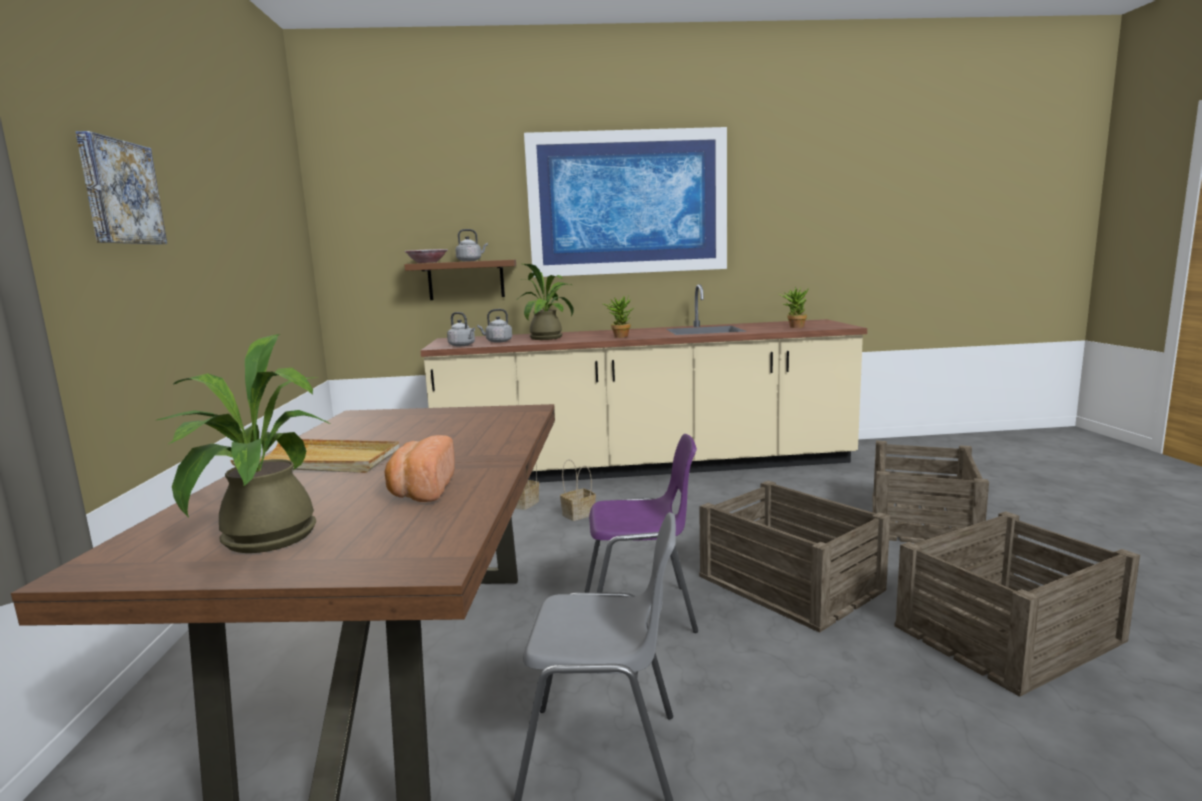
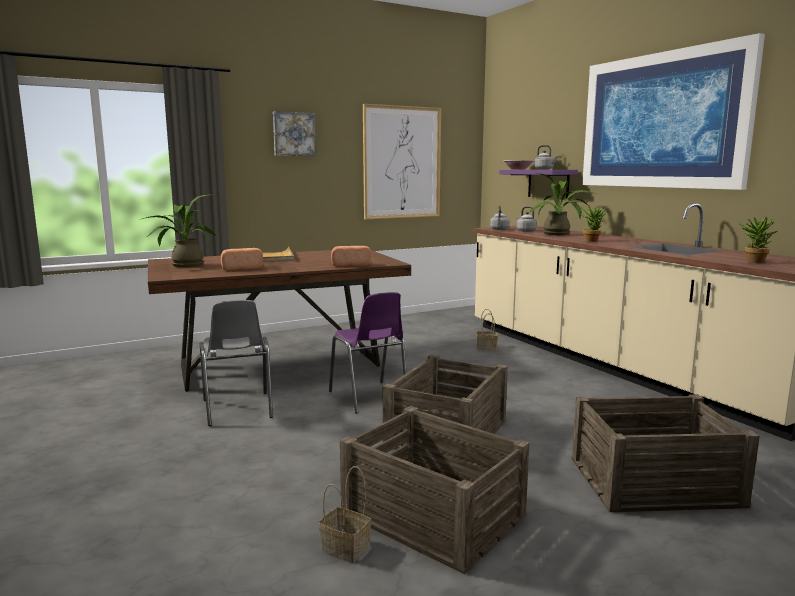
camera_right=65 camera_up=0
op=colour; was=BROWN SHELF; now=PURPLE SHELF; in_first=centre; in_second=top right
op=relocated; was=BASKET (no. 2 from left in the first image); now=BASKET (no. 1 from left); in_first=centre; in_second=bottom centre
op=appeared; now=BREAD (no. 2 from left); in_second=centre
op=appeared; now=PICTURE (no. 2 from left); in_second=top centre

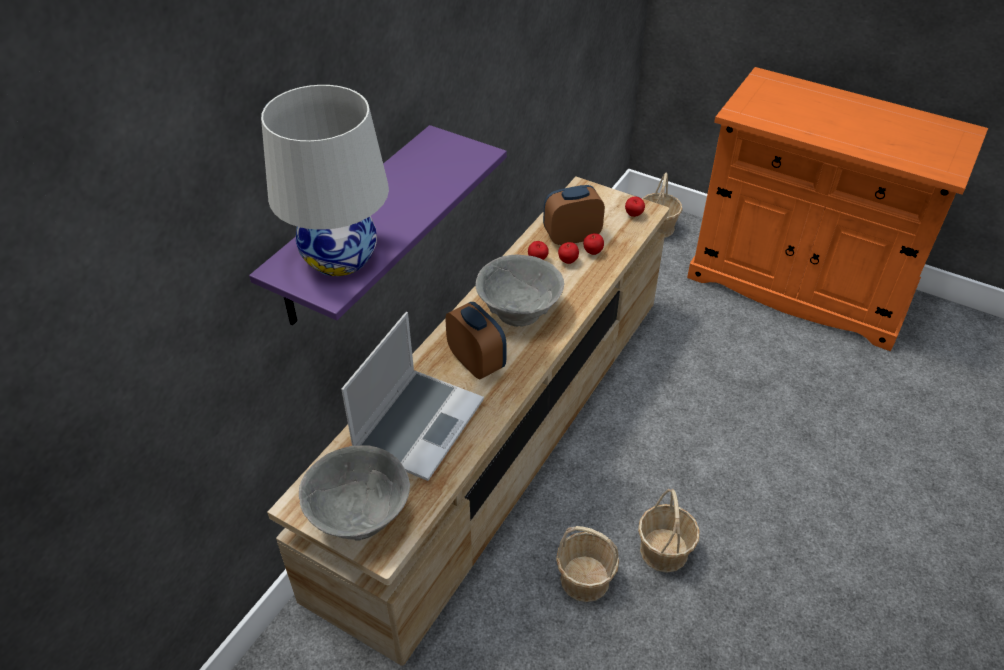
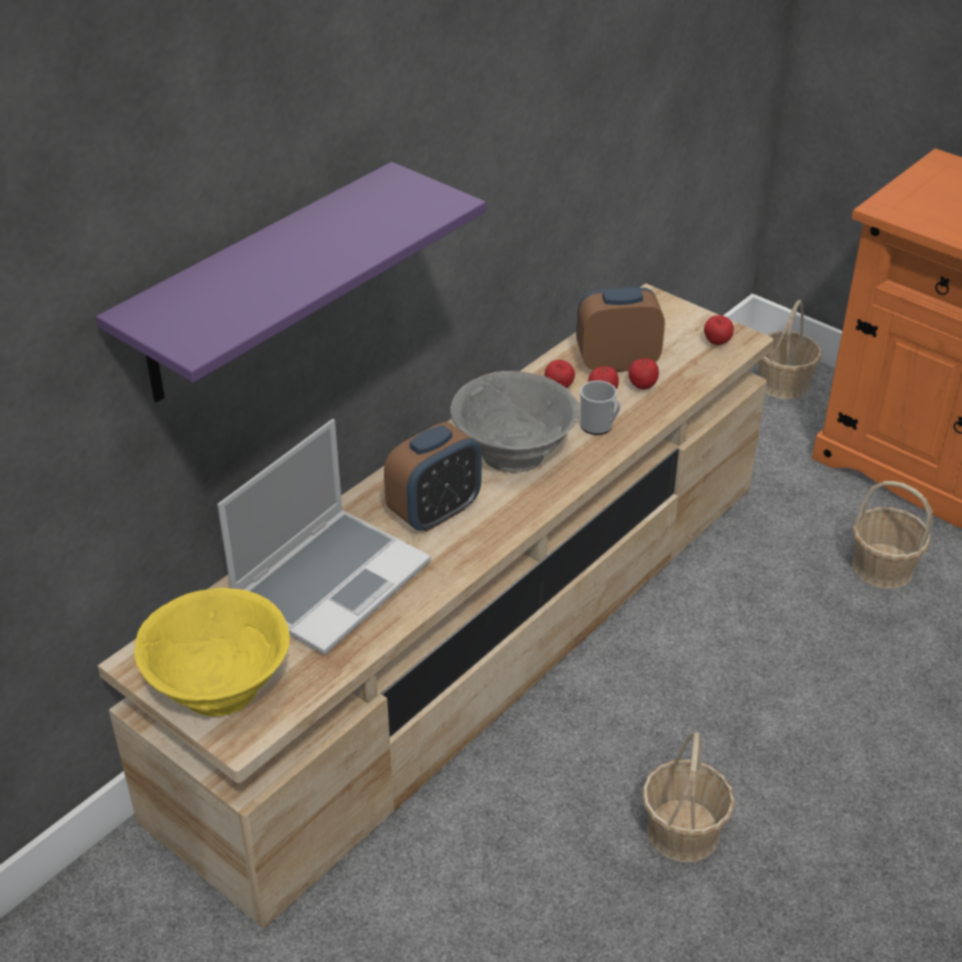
camera_right=10 camera_up=-5
op=missing; was=WHITE TABLE LAMP; in_first=top left
op=colour; was=GREY BOWL (no. 1 from left); now=YELLOW BOWL; in_first=bottom centre; in_second=bottom left
op=spun; was=ALARM CLOCK (no. 1 from left); in_first=centre; in_second=centre; clockwise=75
op=relocated; was=BASKET (no. 1 from left in the first image); now=BASKET (no. 3 from left); in_first=bottom centre; in_second=middle right
op=appeared; now=MUG; in_second=centre

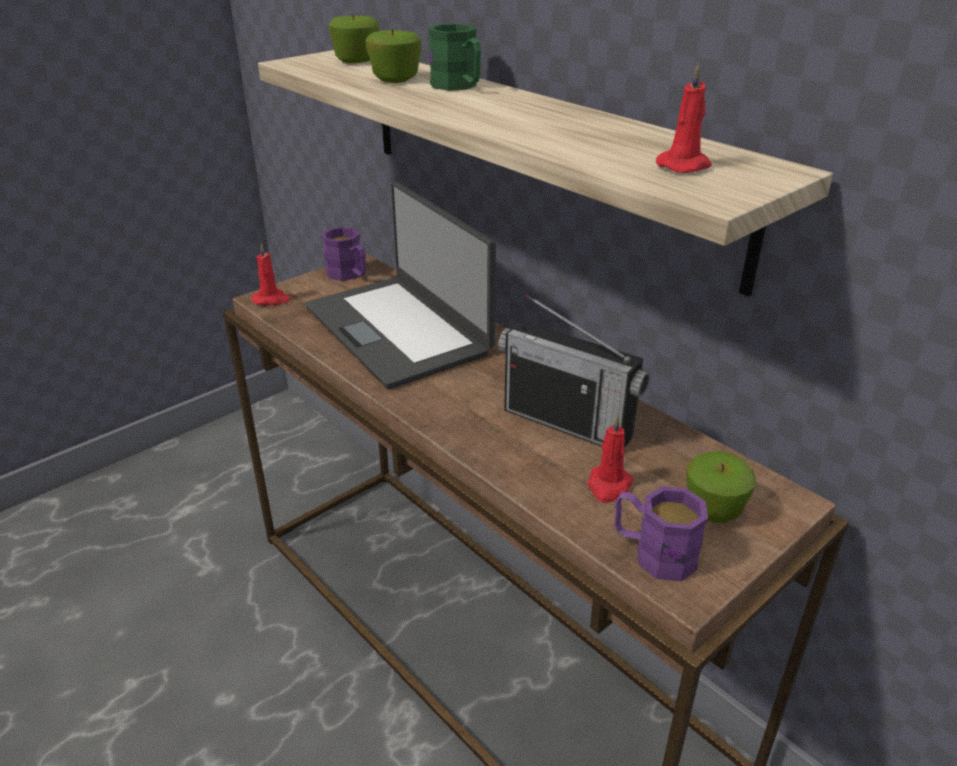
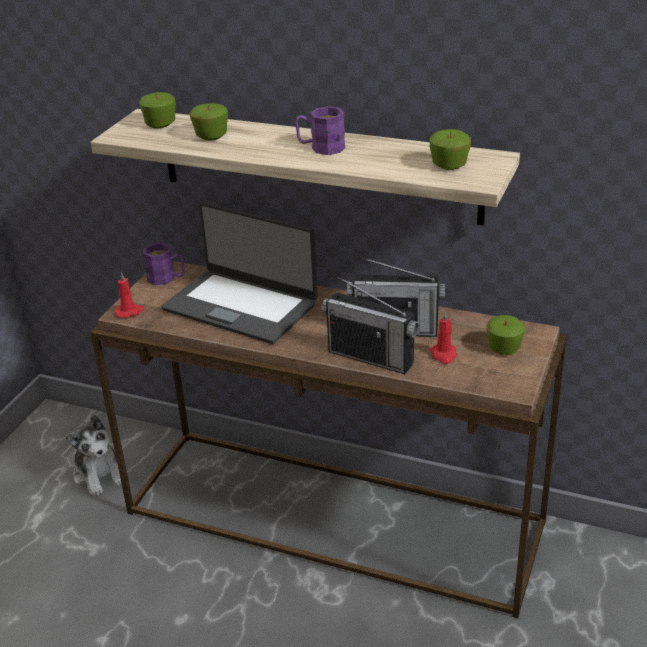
camera_right=-25 camera_up=0
op=missing; was=GREEN MUG; in_first=top centre
op=relocated; was=PURPLE MUG (no. 2 from left); in_first=bottom right; in_second=top centre
op=exchanged; was=RED CANDLE (no. 3 from left); now=APPLE (no. 3 from left); in_first=top right; in_second=top right
op=appeared; now=PLUSH TOY; in_second=bottom left
op=appeared; now=RADIO (no. 1 from left); in_second=centre

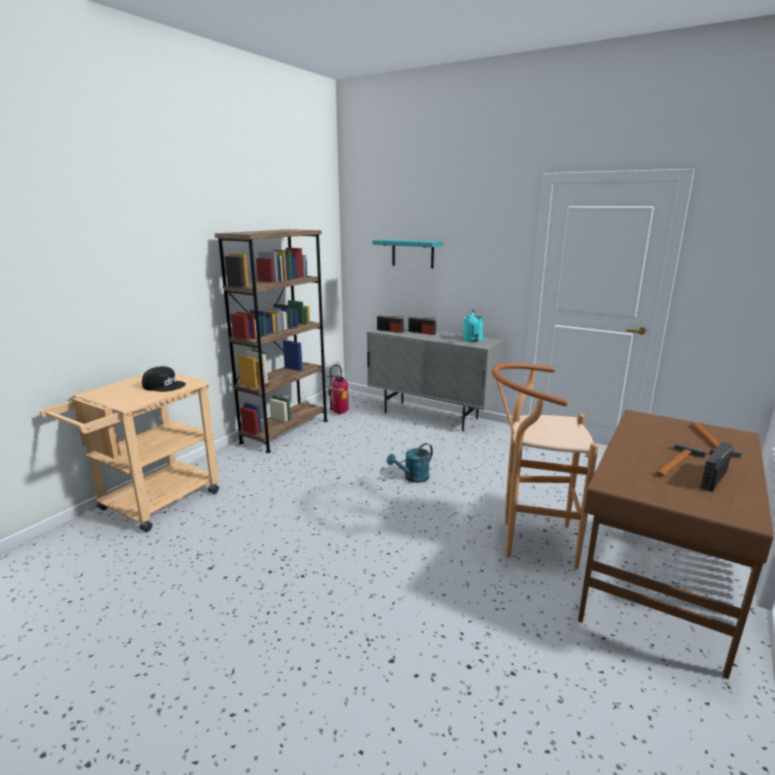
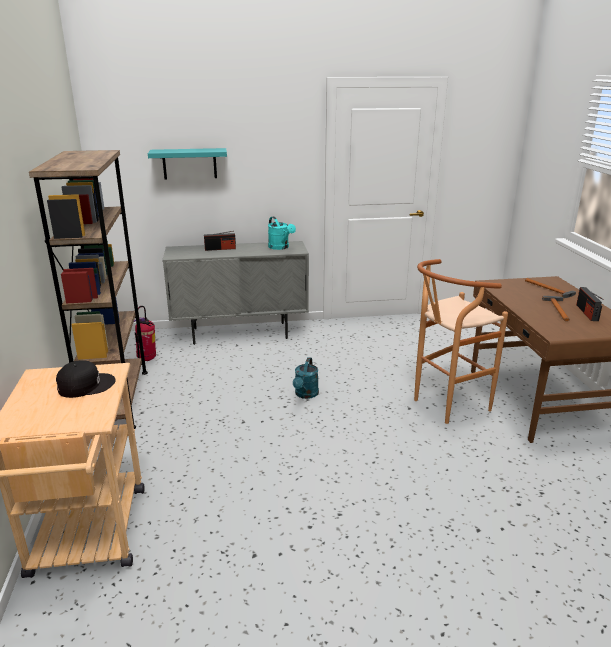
camera_right=-40 camera_up=5
op=missing; was=RADIO (no. 1 from left); in_first=centre

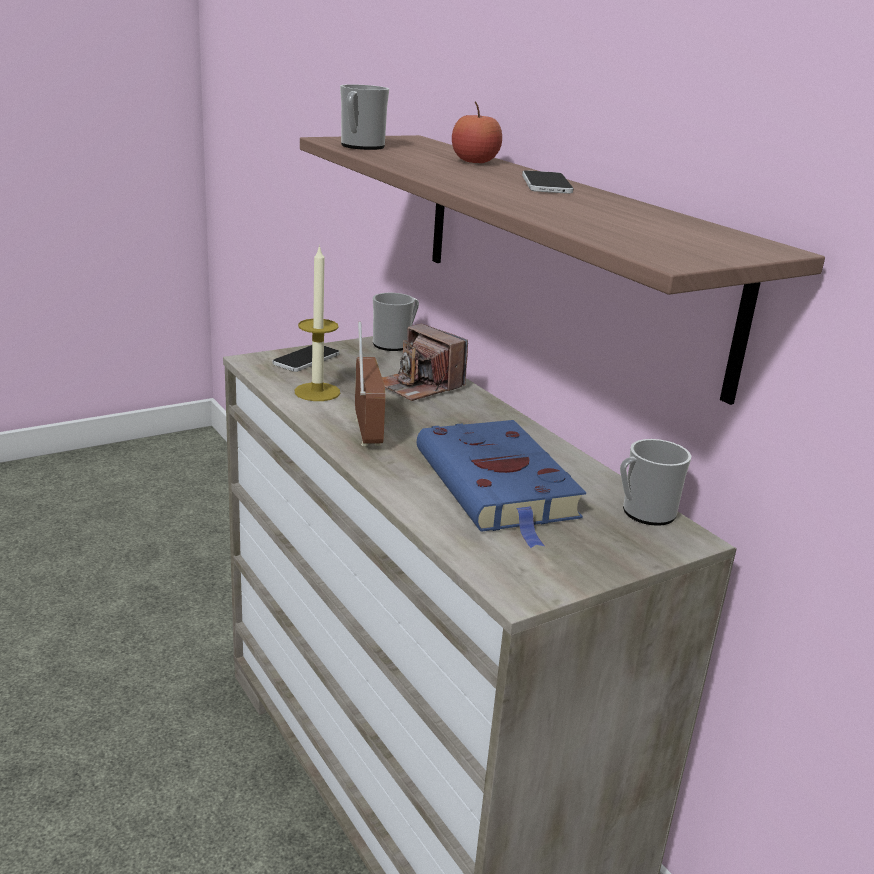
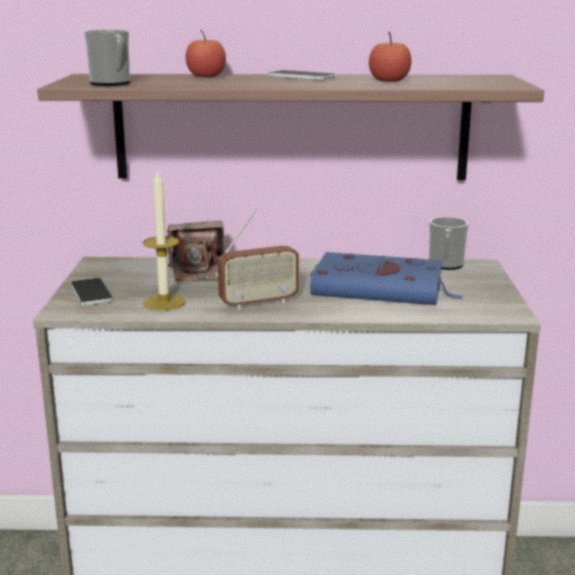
camera_right=-55 camera_up=-5
op=spun; was=RADIO; in_first=centre; in_second=centre; clockwise=135
op=missing; was=MUG (no. 2 from left); in_first=centre
op=appeared; now=APPLE (no. 2 from left); in_second=top right

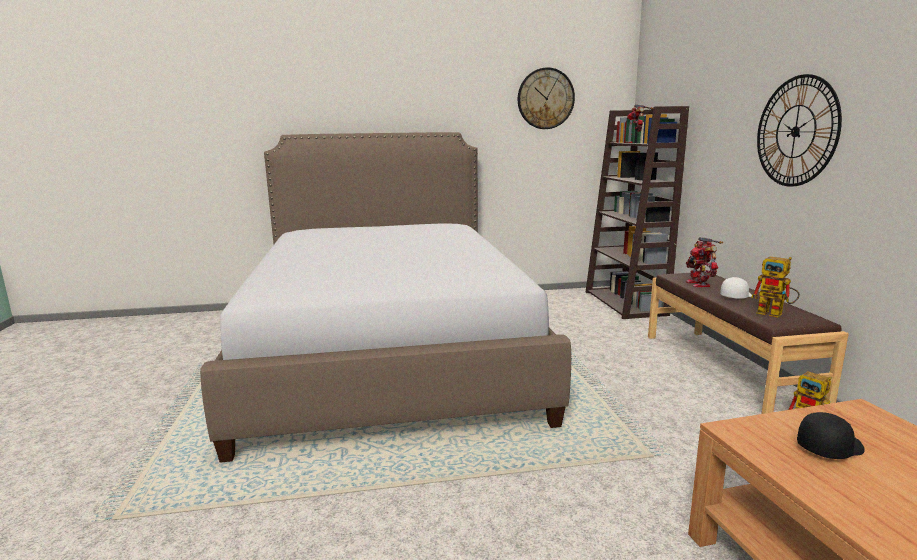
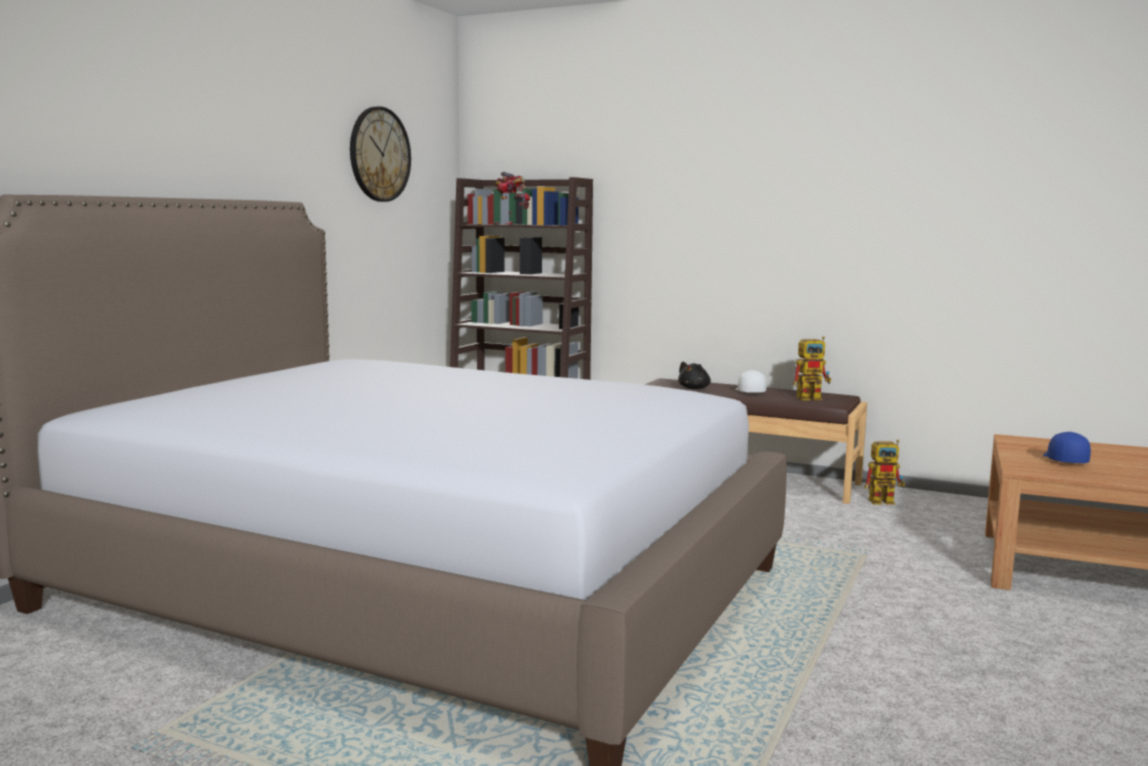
camera_right=-55 camera_up=-5
op=exchanged; was=TOY ROBOT (no. 2 from left); now=BLACK PLUSH TOY; in_first=middle right; in_second=centre
op=missing; was=WALL CLOCK (no. 2 from left); in_first=top right
op=colour; was=BLACK CAP; now=BLUE CAP; in_first=bottom right; in_second=middle right

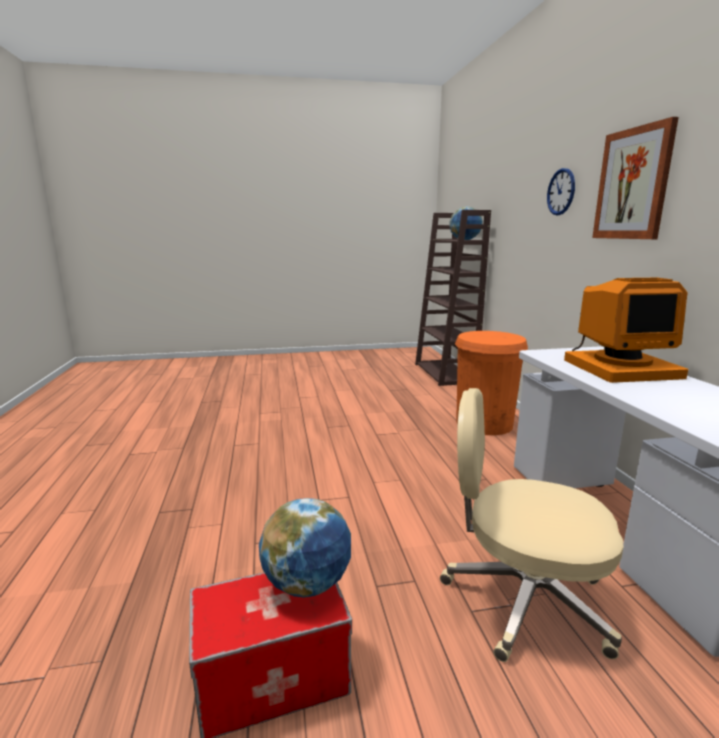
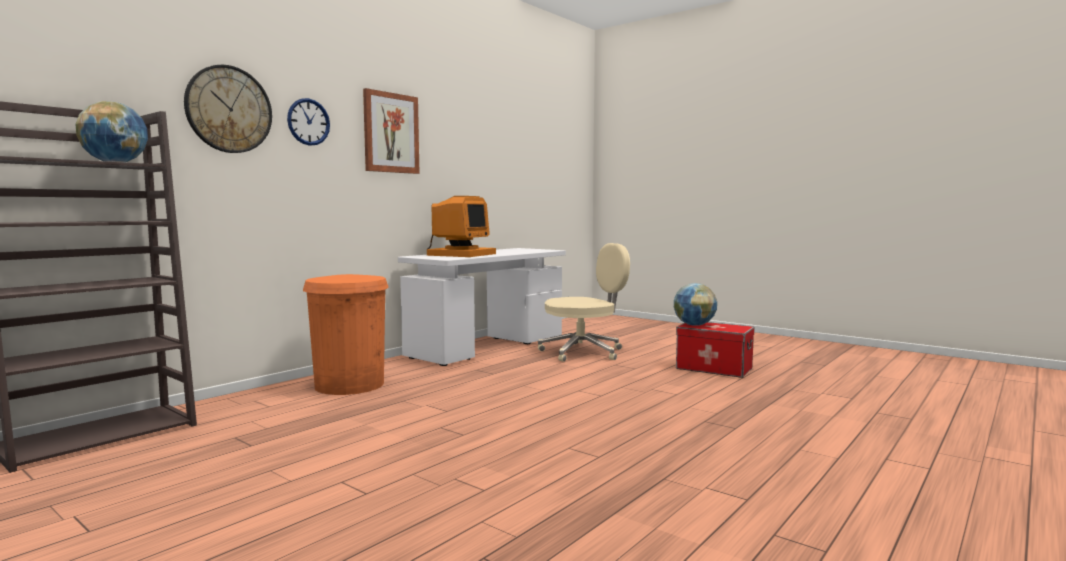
camera_right=-130 camera_up=-10
op=spun; was=BEIGE OFFICE CHAIR; in_first=bottom right; in_second=centre; clockwise=-90
op=spun; was=MONITOR; in_first=middle right; in_second=centre; clockwise=75
op=appeared; now=WALL CLOCK (no. 1 from left); in_second=top left

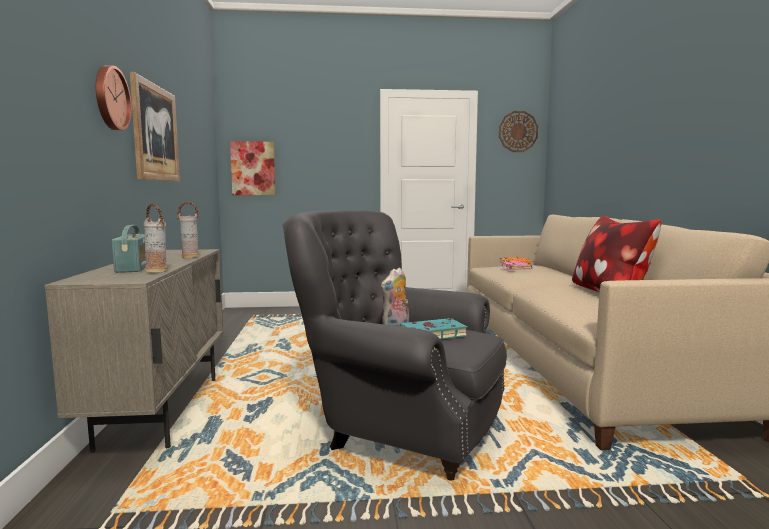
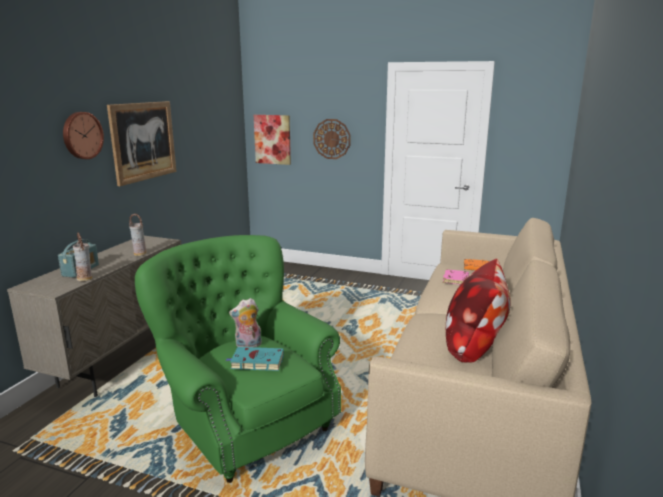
camera_right=25 camera_up=10
op=colour; was=GREY ARMCHAIR; now=GREEN ARMCHAIR; in_first=centre; in_second=bottom centre
op=relocated; was=WALL CLOCK (no. 2 from left); in_first=top right; in_second=top centre

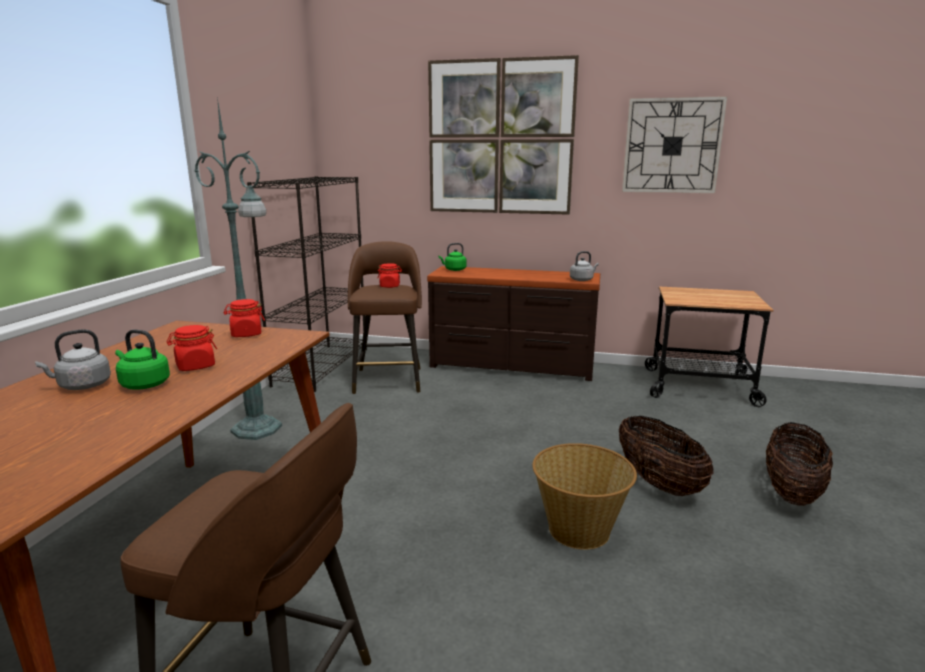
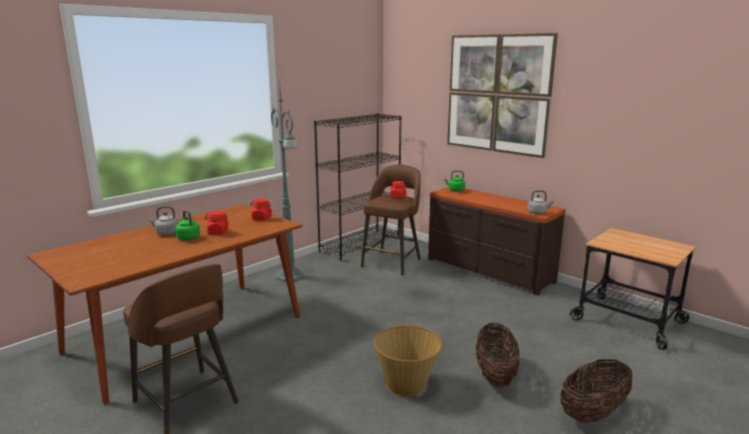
camera_right=30 camera_up=0
op=missing; was=WALL CLOCK; in_first=top right

